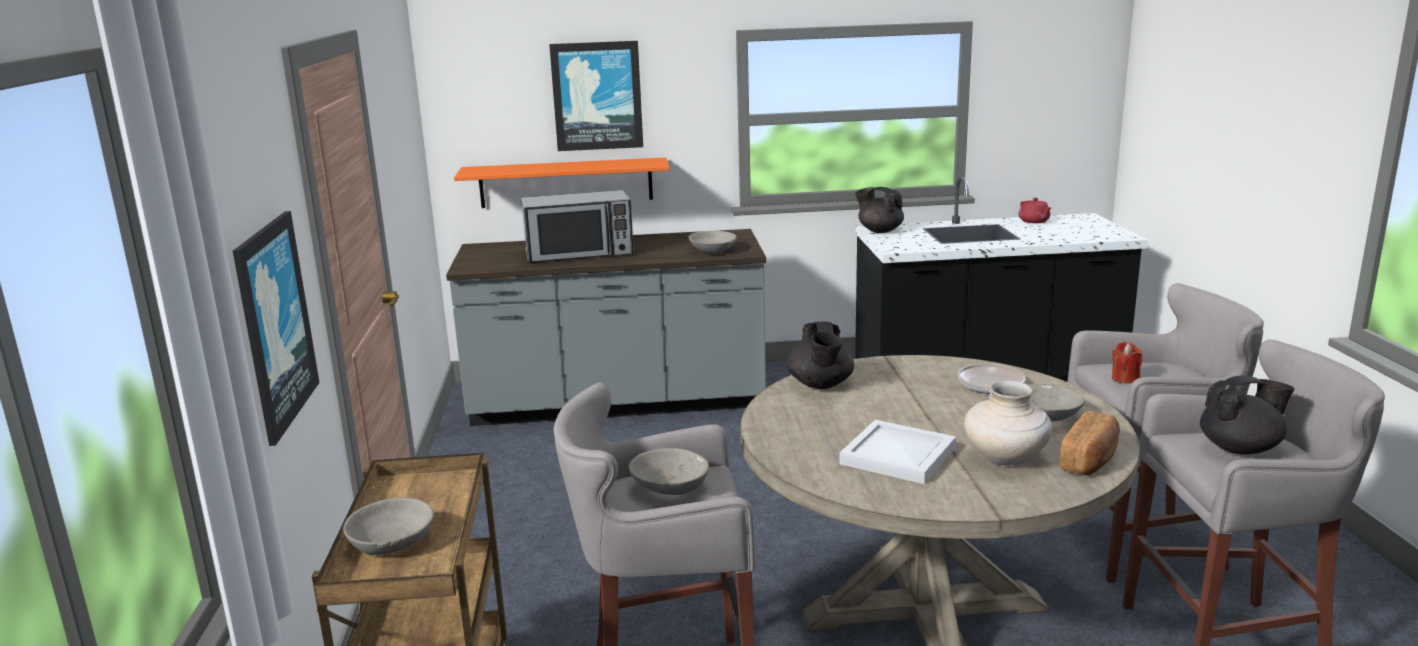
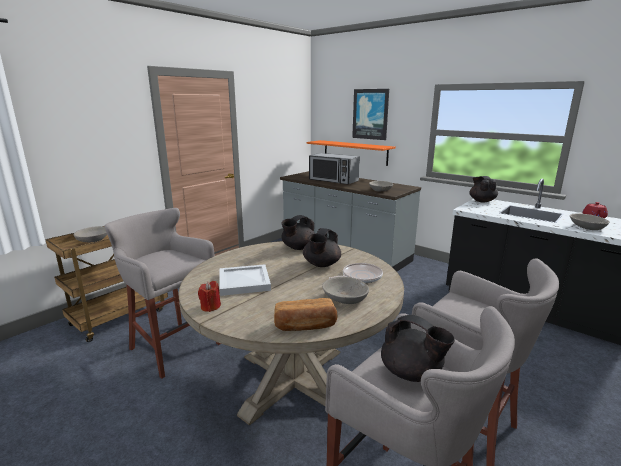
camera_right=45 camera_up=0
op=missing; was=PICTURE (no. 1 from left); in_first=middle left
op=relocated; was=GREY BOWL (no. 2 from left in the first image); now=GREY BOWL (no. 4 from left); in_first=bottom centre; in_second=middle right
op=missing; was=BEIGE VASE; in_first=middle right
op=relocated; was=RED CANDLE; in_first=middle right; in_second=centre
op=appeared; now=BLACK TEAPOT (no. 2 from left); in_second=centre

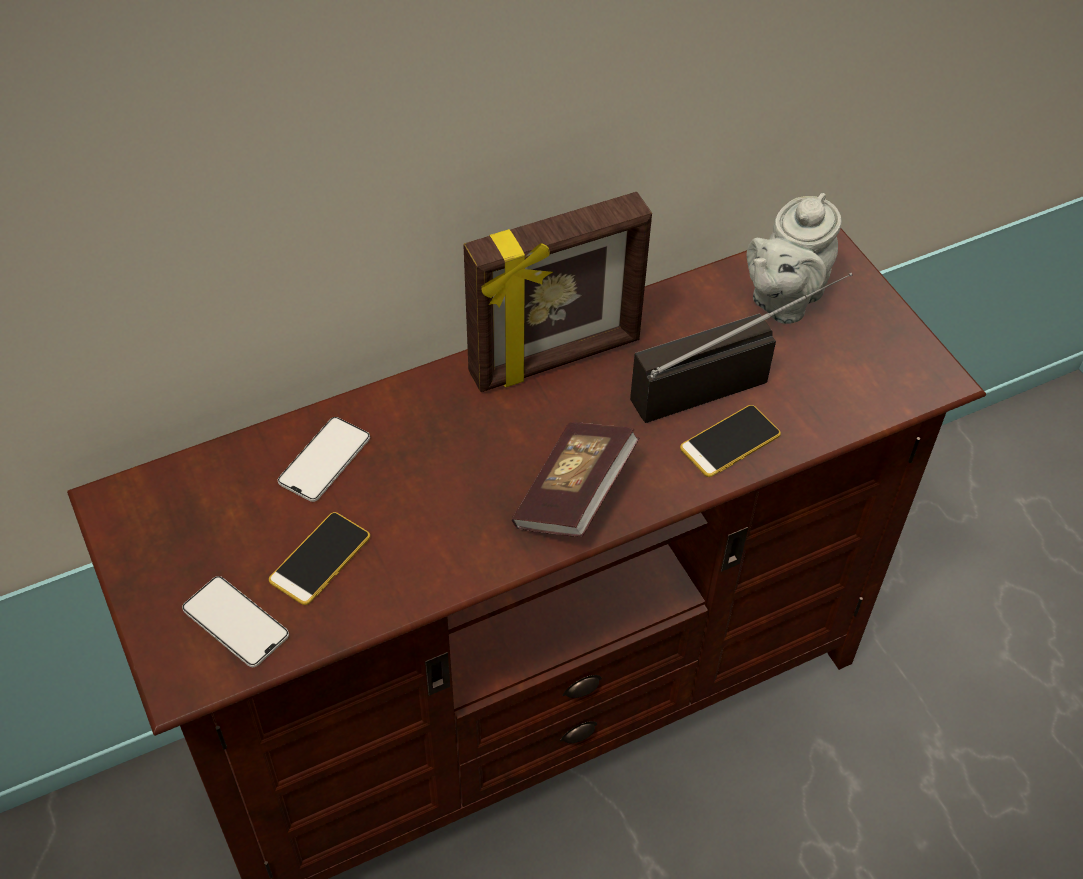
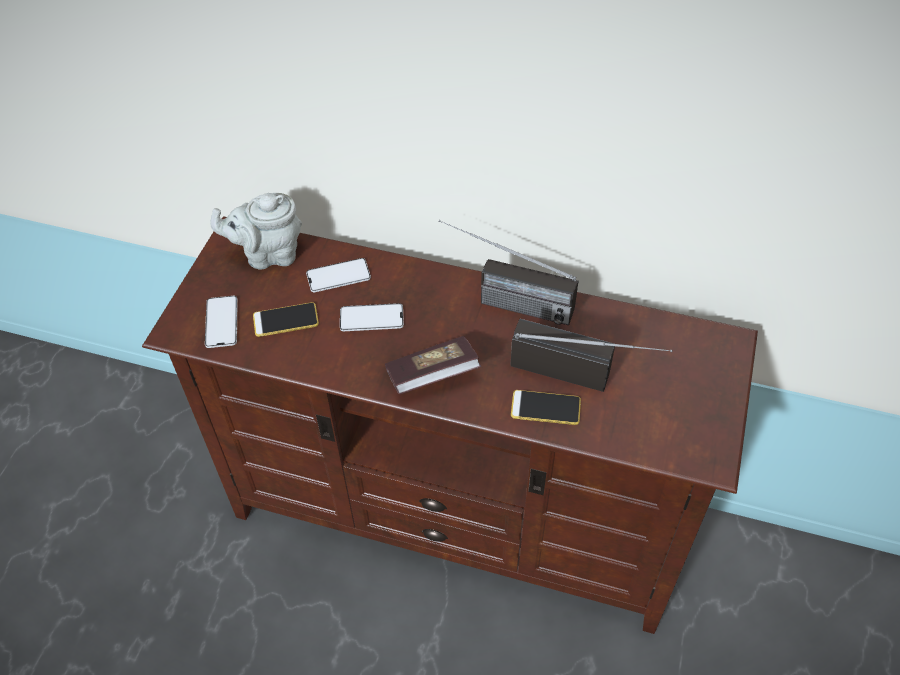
camera_right=45 camera_up=0
op=exchanged; was=PICTURE FRAME; now=RADIO (no. 1 from left); in_first=top centre; in_second=centre
op=relocated; was=GREY TEAPOT; in_first=top right; in_second=middle left
op=appeared; now=PHONE (no. 4 from left); in_second=centre

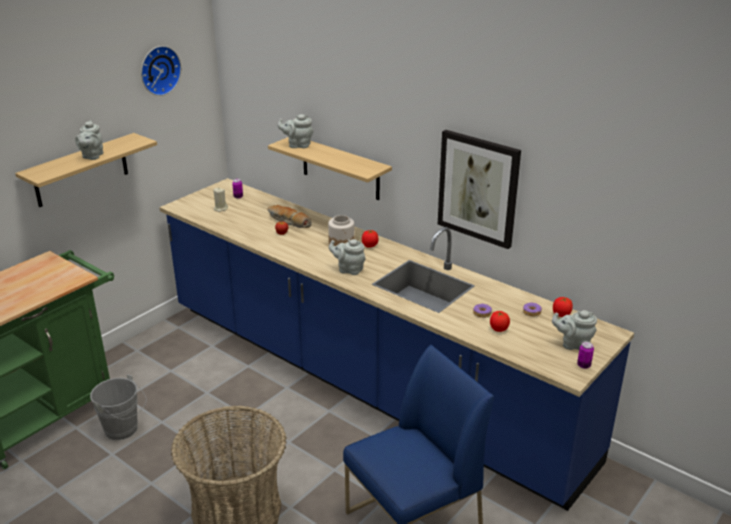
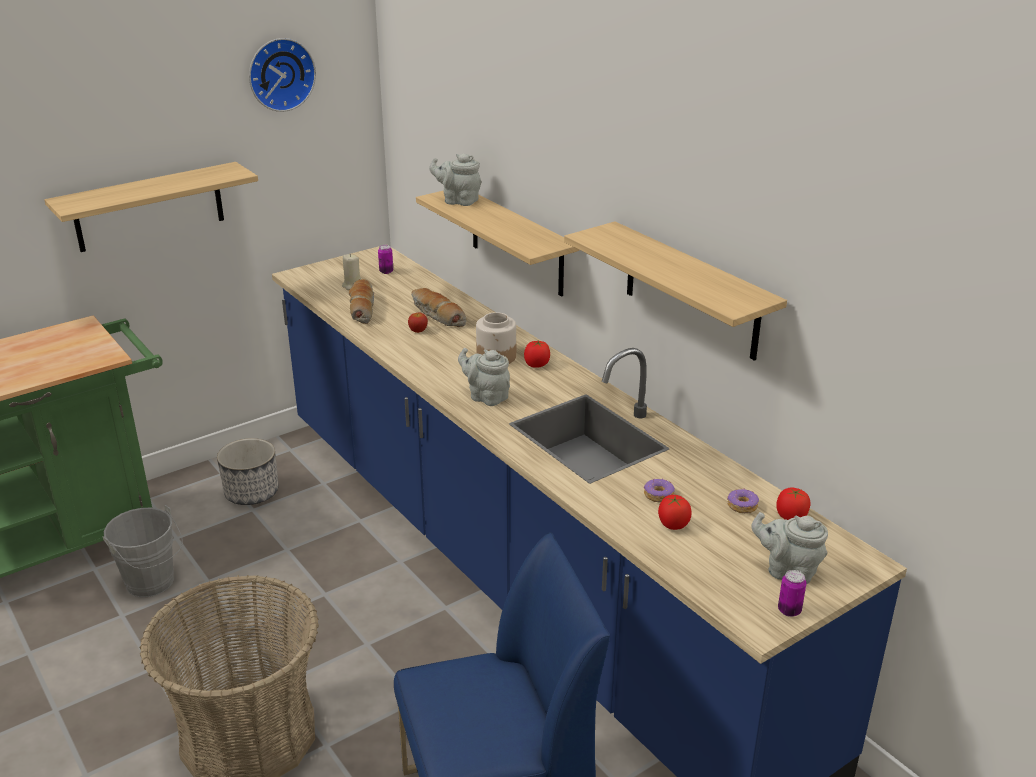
camera_right=15 camera_up=0
op=missing; was=GREY TEAPOT (no. 1 from left); in_first=top left
op=exchanged; was=PICTURE; now=SHELF (no. 3 from left); in_first=centre; in_second=centre
op=appeared; now=PLANTER; in_second=middle left
op=appeared; now=BREAD (no. 1 from left); in_second=centre

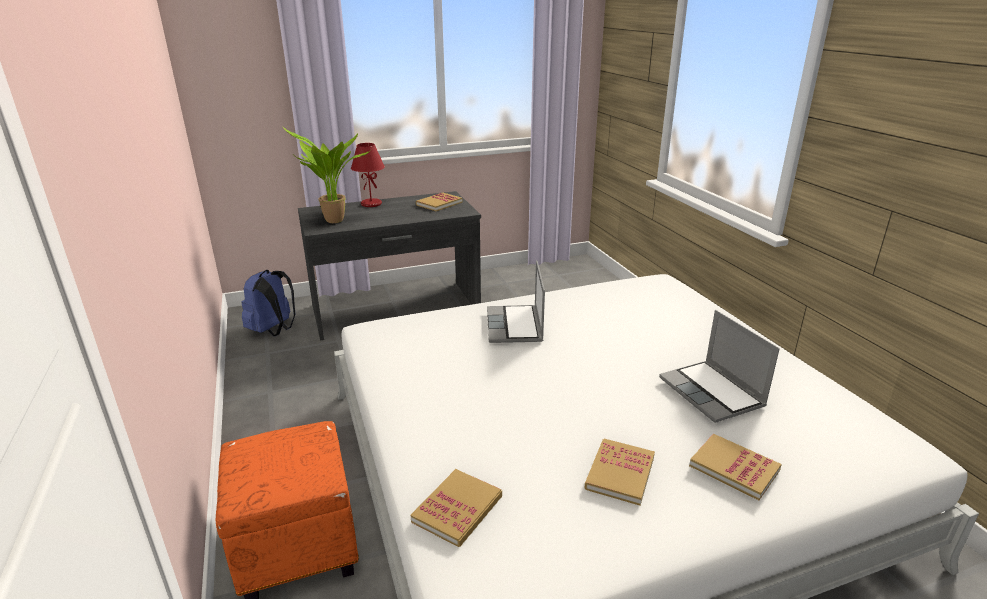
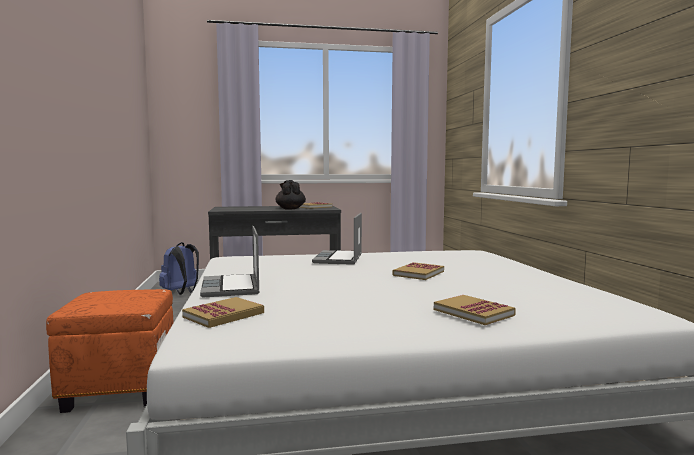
camera_right=10 camera_up=-20
op=missing; was=POTTED PLANT; in_first=top left
op=missing; was=RED TABLE LAMP; in_first=top centre
op=relocated; was=BOOK (no. 3 from left); in_first=bottom centre; in_second=centre
op=relocated; was=LAPTOP (no. 2 from left in the first image); now=LAPTOP (no. 1 from left); in_first=middle right; in_second=middle left
op=appeared; now=BLACK TEAPOT; in_second=centre

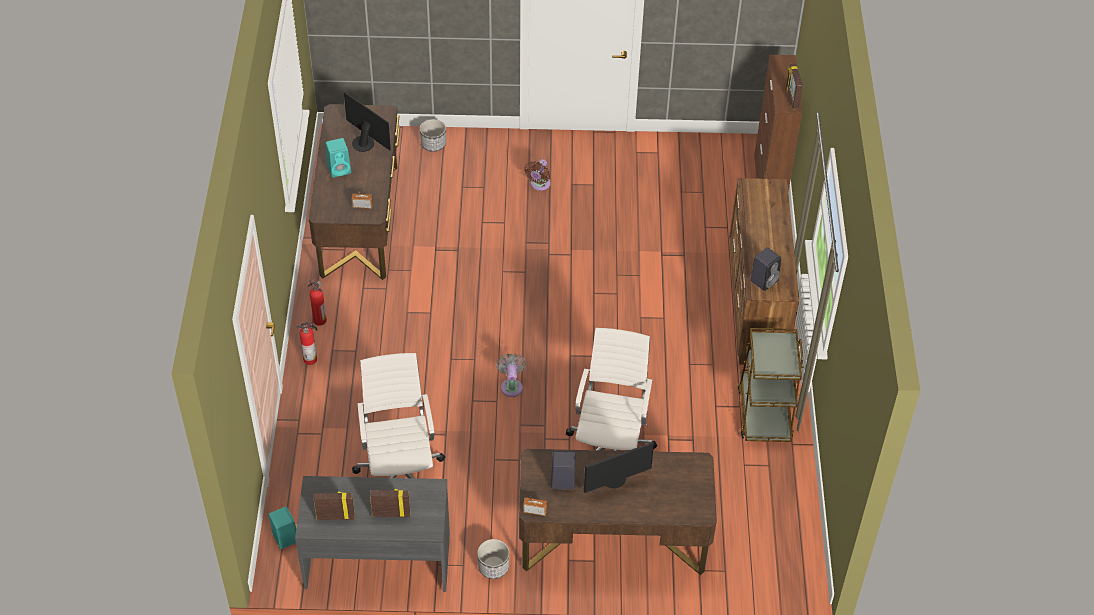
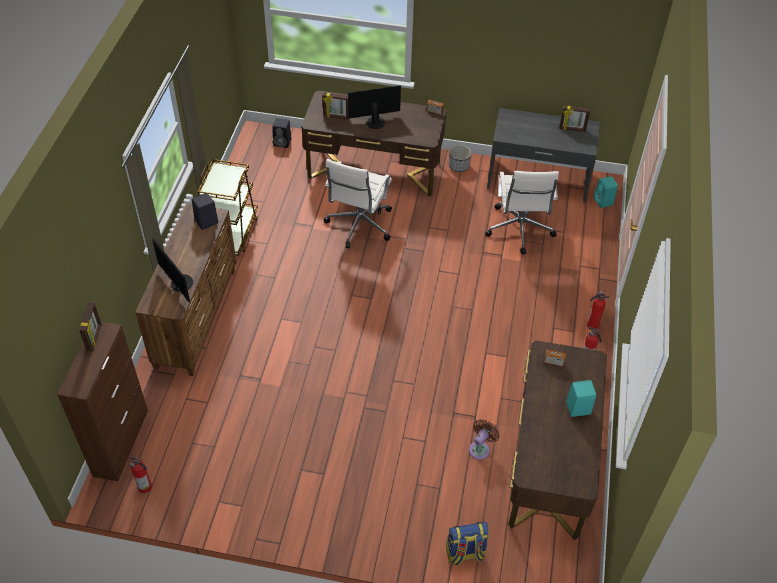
camera_right=-170 camera_up=0
op=relocated; was=MONITOR (no. 1 from left); in_first=top centre; in_second=middle left
op=relocated; was=PICTURE FRAME (no. 2 from left); in_first=bottom centre; in_second=top centre
op=exchanged; was=PLANTER (no. 1 from left); now=BACKPACK; in_first=top centre; in_second=bottom centre
op=missing; was=GREY FAN; in_first=centre
op=relocated; was=BROWN FAN; in_first=top centre; in_second=bottom centre
op=relocated; was=BLACK SPEAKER (no. 1 from left in the first image); now=BLACK SPEAKER (no. 2 from left); in_first=bottom centre; in_second=top centre
op=appeared; now=FIRE EXTINGUISHER (no. 1 from left); in_second=bottom left

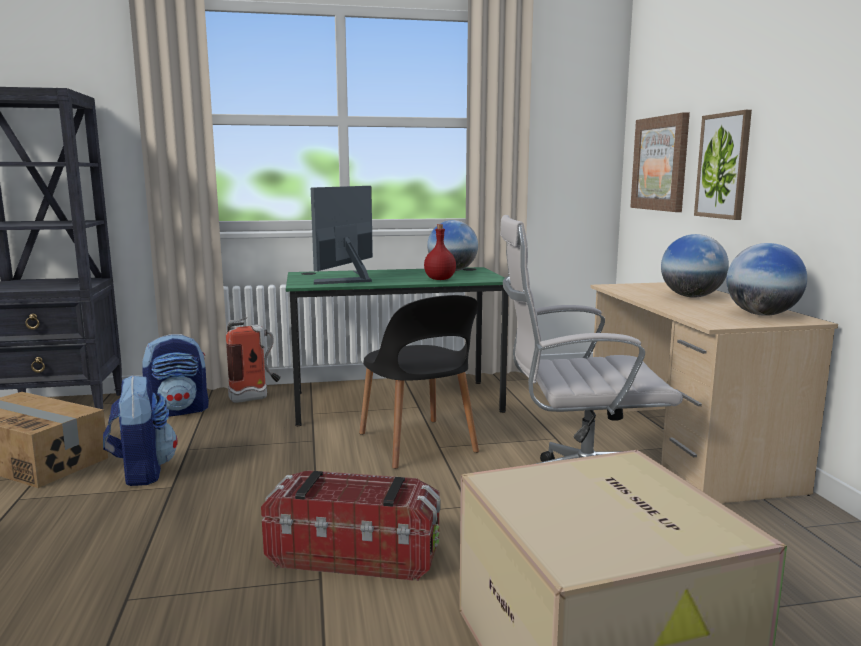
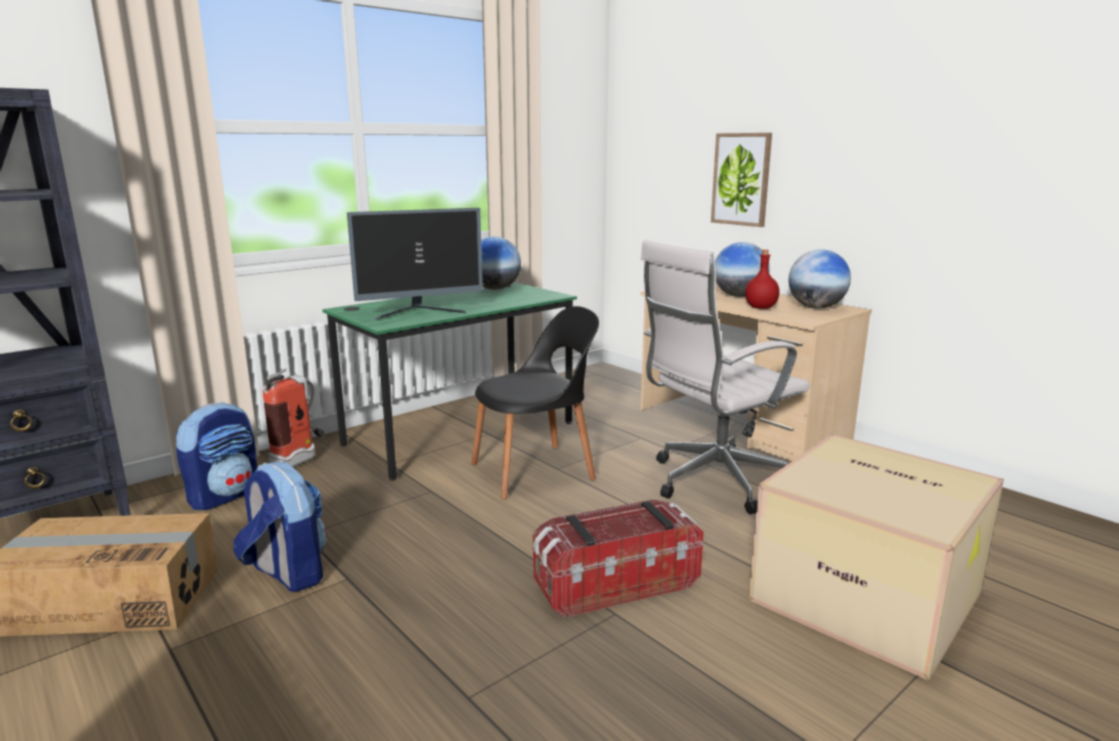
camera_right=-30 camera_up=5
op=spun; was=MONITOR; in_first=centre; in_second=centre; clockwise=-105
op=spun; was=BLACK CHAIR; in_first=centre; in_second=centre; clockwise=-60
op=relocated; was=RED BOTTLE; in_first=centre; in_second=middle right
op=missing; was=PICTURE (no. 1 from left); in_first=top right

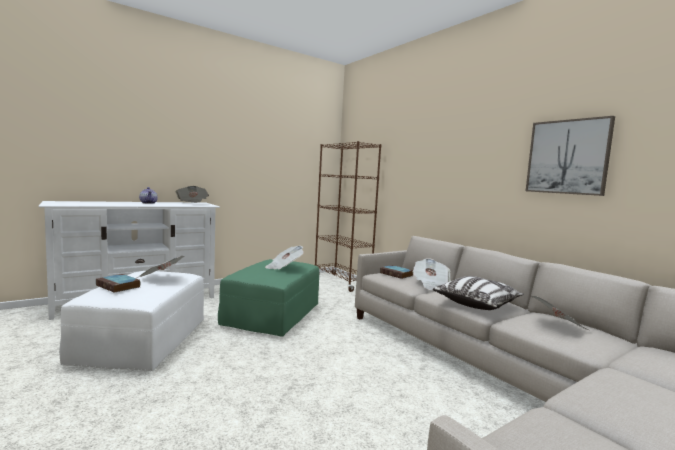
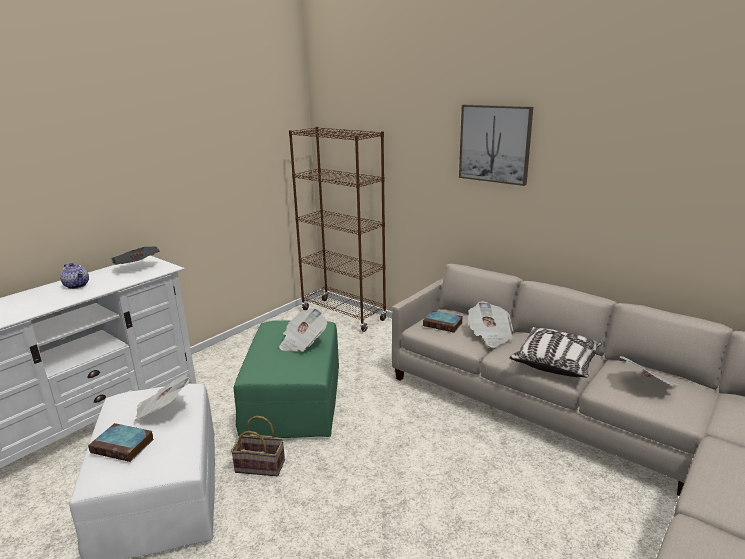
camera_right=-15 camera_up=15
op=relocated; was=PICTURE; in_first=middle right; in_second=top centre
op=appeared; now=BASKET; in_second=bottom centre

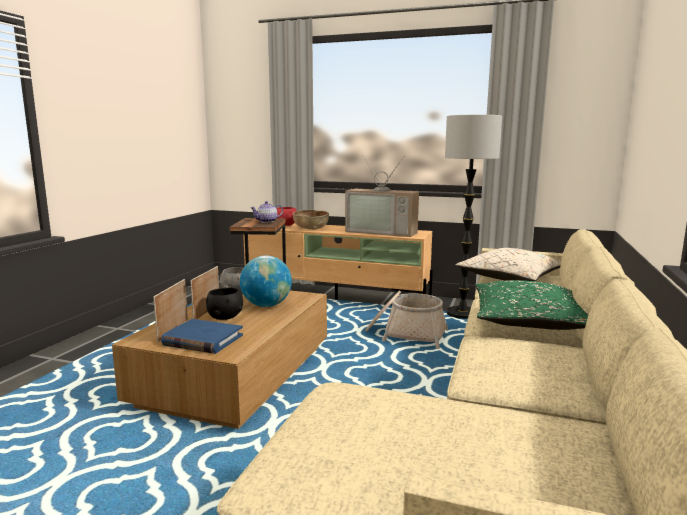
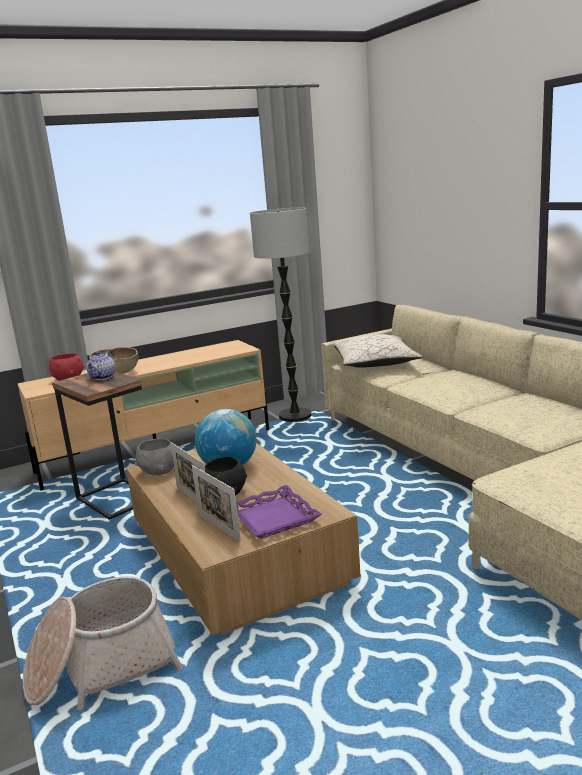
camera_right=-45 camera_up=5
op=exchanged; was=BLUE BOOK; now=PURPLE TRAY; in_first=middle left; in_second=centre
op=missing; was=TELEVISION; in_first=centre
op=relocated; was=BASKET; in_first=centre; in_second=bottom left
op=missing; was=GREEN PILLOW; in_first=middle right

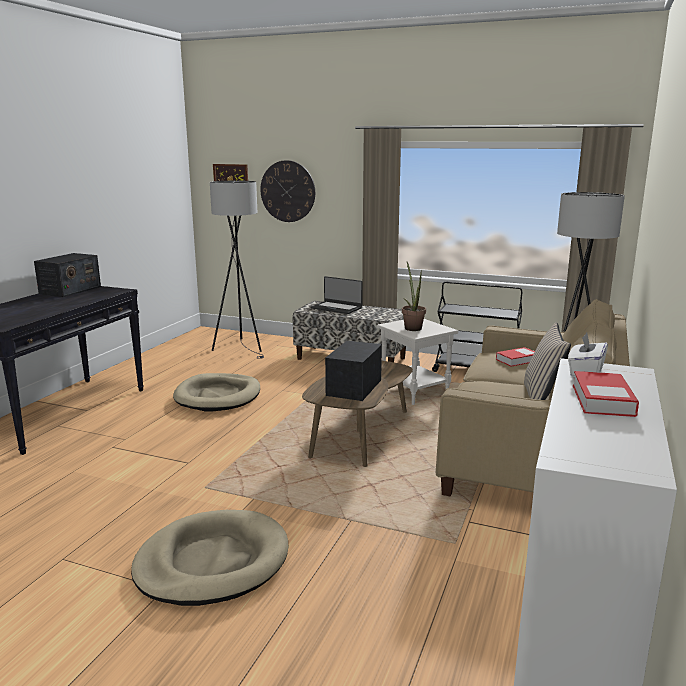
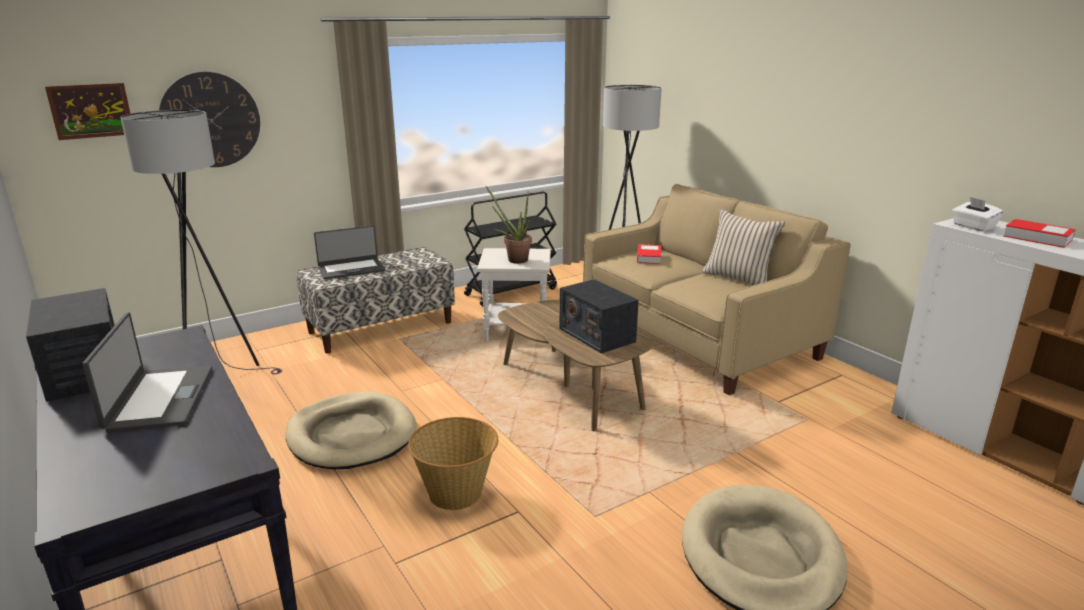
camera_right=-55 camera_up=5
op=appeared; now=LAPTOP (no. 1 from left); in_second=middle left
op=appeared; now=BASKET; in_second=bottom centre

